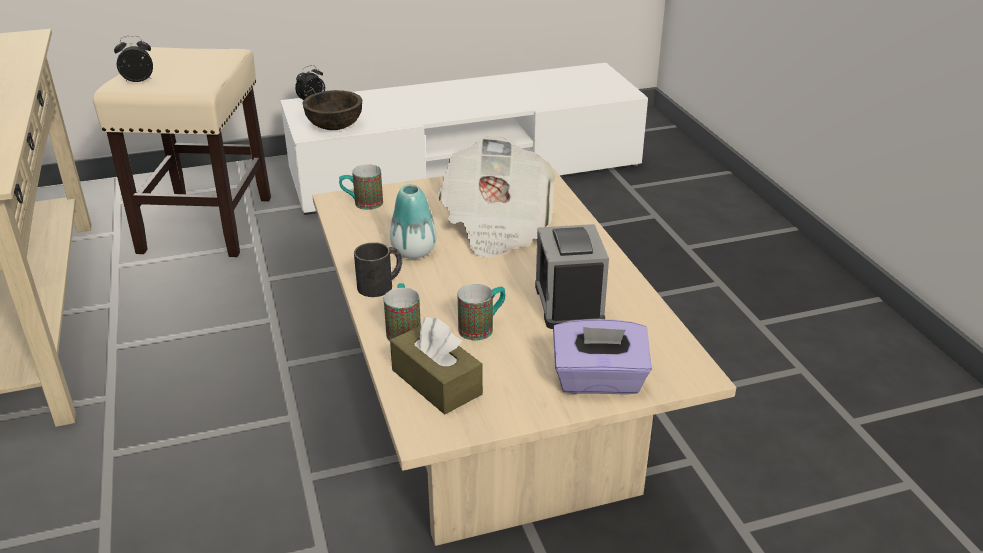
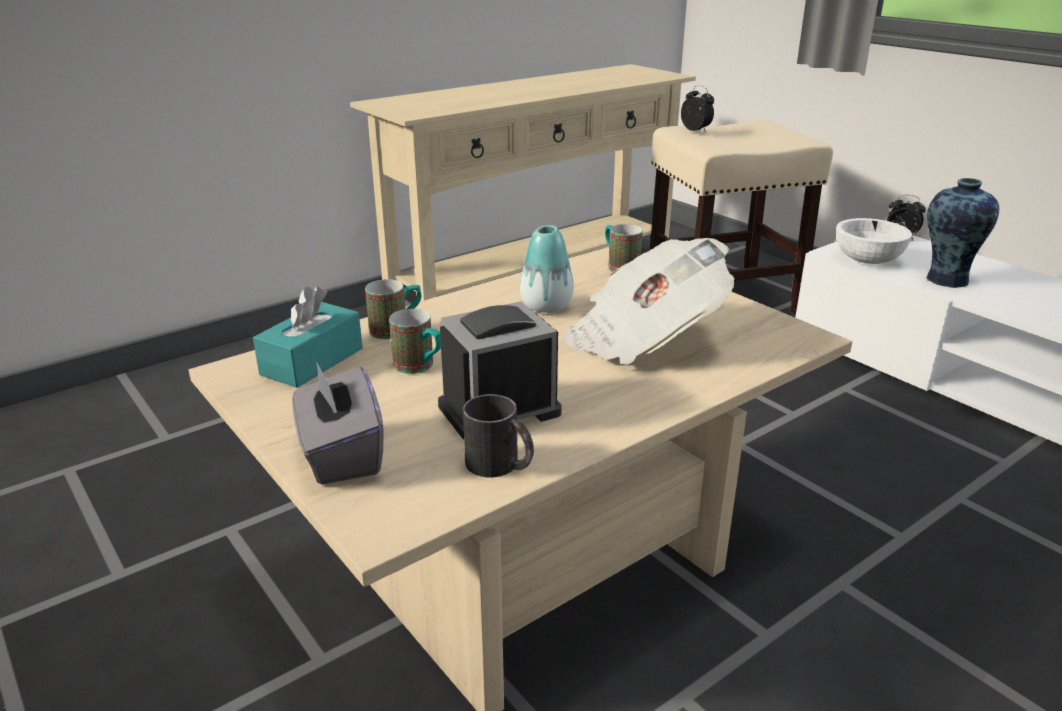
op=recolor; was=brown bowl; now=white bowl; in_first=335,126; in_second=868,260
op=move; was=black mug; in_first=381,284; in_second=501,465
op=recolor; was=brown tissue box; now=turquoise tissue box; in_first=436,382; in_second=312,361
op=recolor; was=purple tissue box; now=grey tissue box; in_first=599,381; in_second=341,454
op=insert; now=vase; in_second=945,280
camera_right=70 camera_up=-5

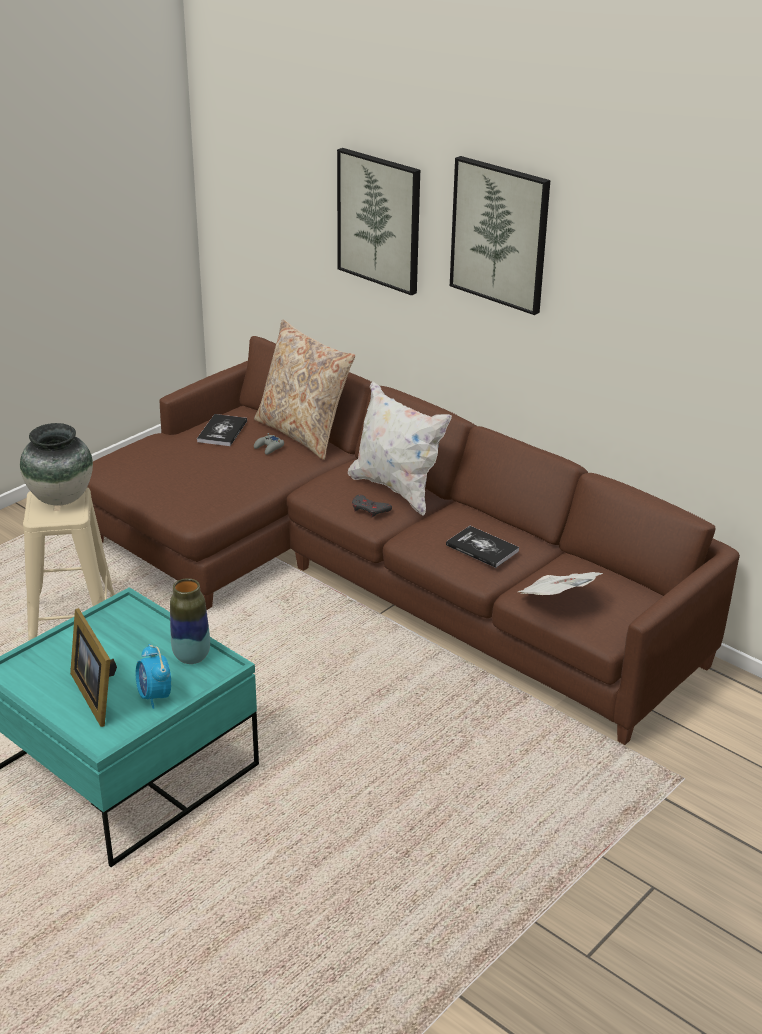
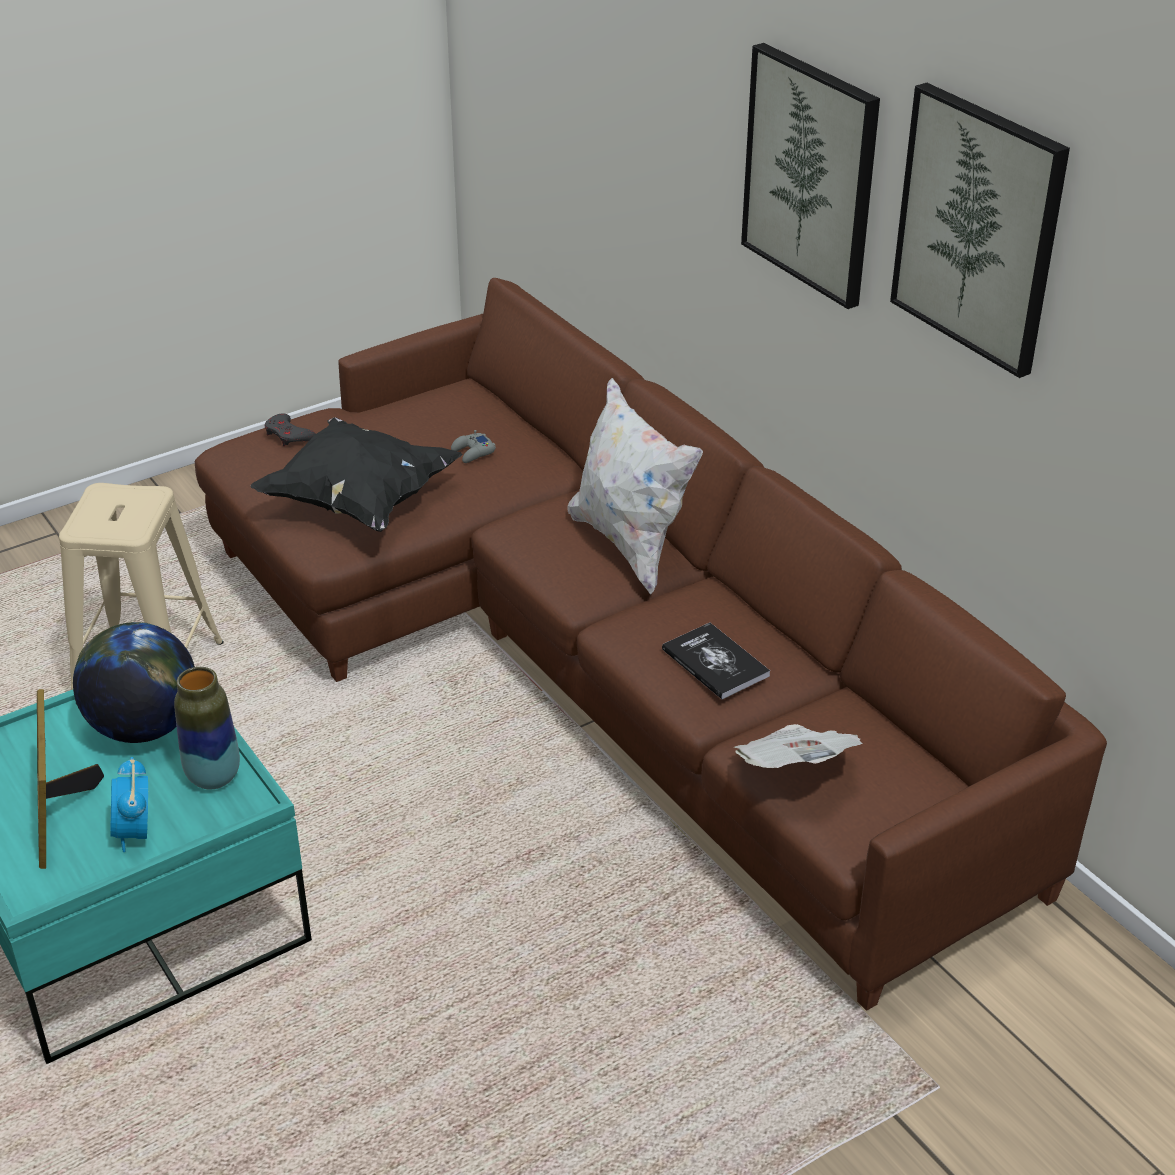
op=move; was=picture; in_first=380,220; in_second=979,228
op=delete; was=beige pillow; in_first=303,433
op=delete; was=book; in_first=222,431
op=delete; was=vase; in_first=61,498
op=move; was=grey game controller; in_first=370,509; in_second=288,435
op=insert; now=black pillow; in_second=359,501
op=insert; now=globe; in_second=144,728
camera_right=15 camera_up=5

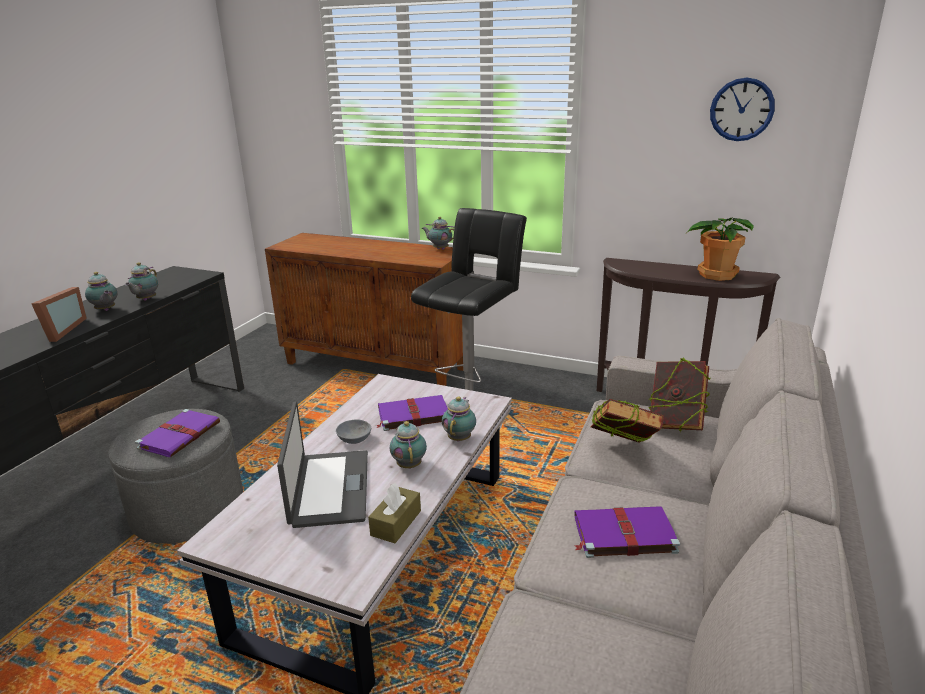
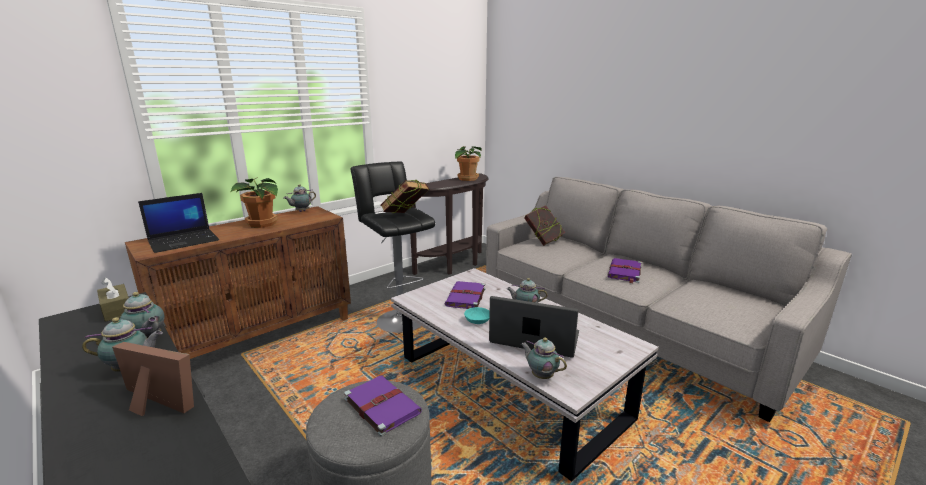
op=delete; was=wall clock; in_first=741,109
op=move; was=teapot; in_first=460,438; in_second=541,375
op=move; was=book; in_first=622,452; in_second=405,217
op=recolor; was=grey bowl; now=turquoise bowl; in_first=353,438; in_second=477,321
op=move; was=brown tissue box; in_first=396,523; in_second=117,310
op=insert; now=potted plant; in_second=262,224
op=insert; now=laptop; in_second=184,241
camera_right=-65 camera_up=-5

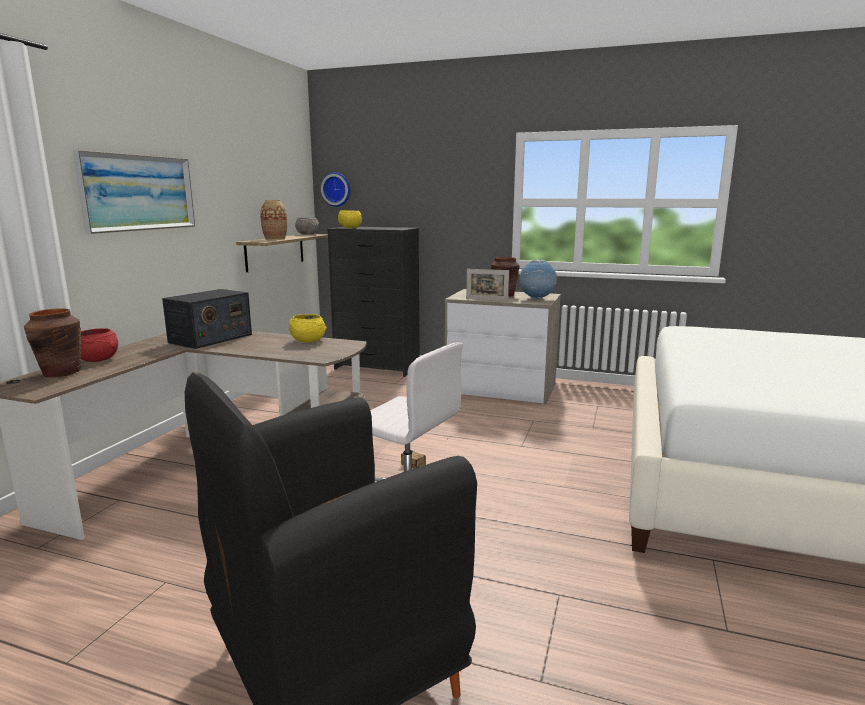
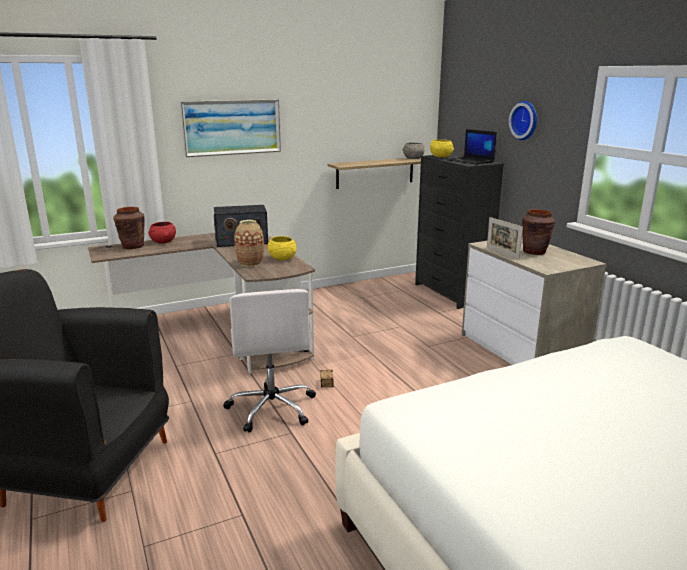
op=move; was=wall clock; in_first=337,189; in_second=525,120
op=move; was=vase; in_first=275,239; in_second=250,263
op=delete; was=globe; in_first=537,299
op=insert; now=laptop; in_second=471,161
camera_right=45 camera_up=5

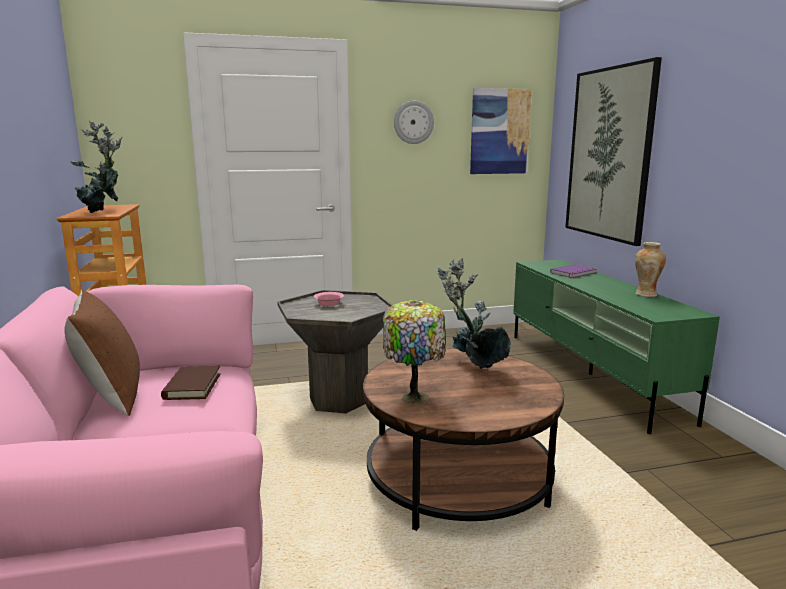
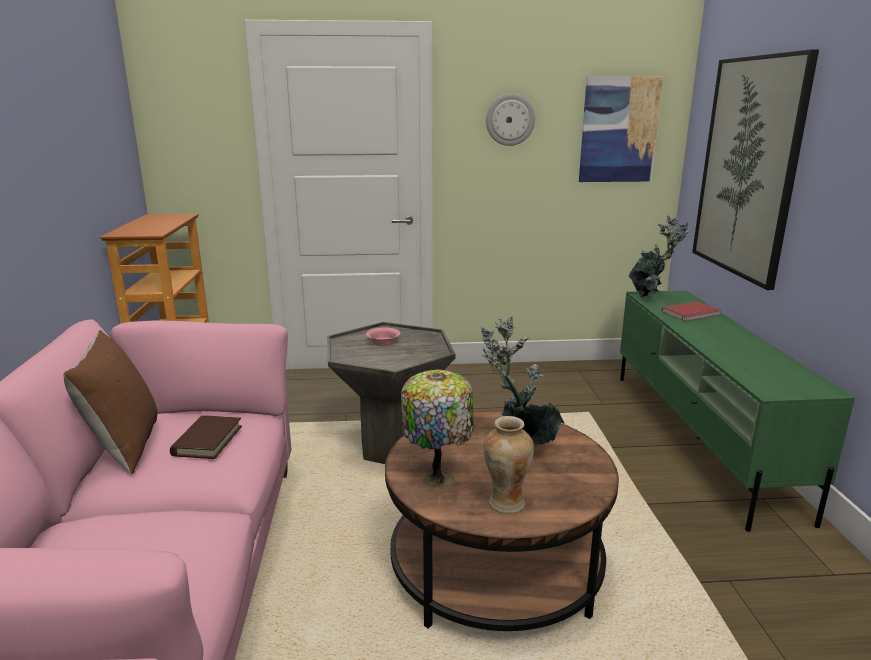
op=move; was=potted plant; in_first=103,212; in_second=650,297
op=move; was=vase; in_first=645,294; in_second=505,504
op=recolor; was=purple book; now=red book; in_first=574,273; in_second=692,314
camera_right=10 camera_up=5

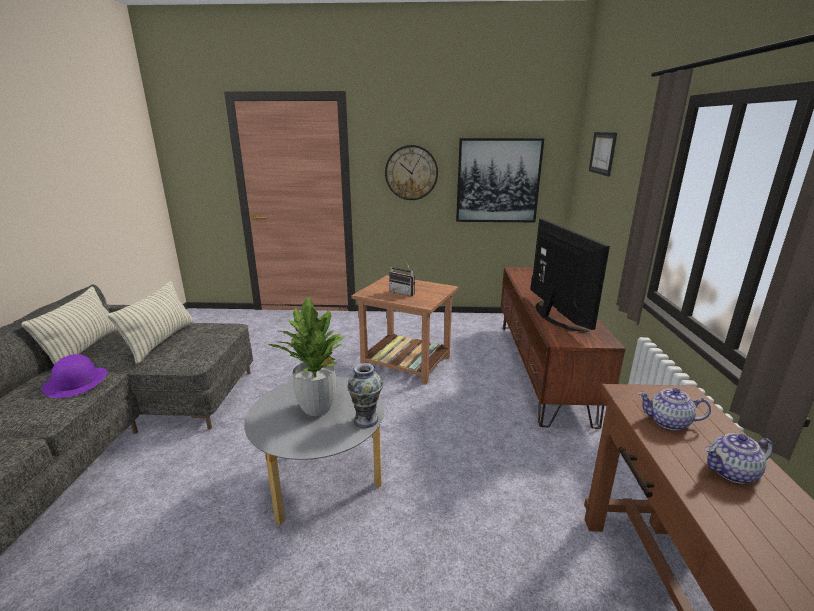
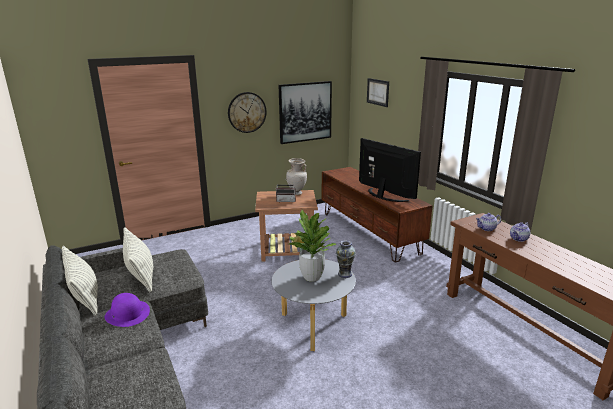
op=insert; now=beige vase; in_second=296,193
camera_right=-30 camera_up=0

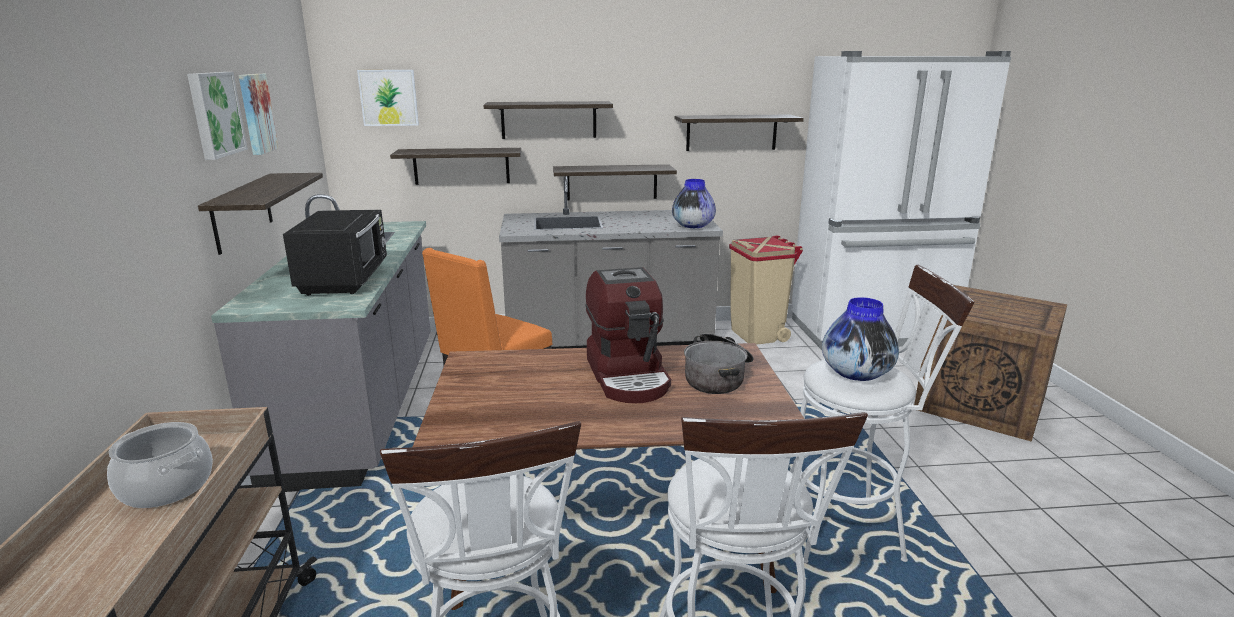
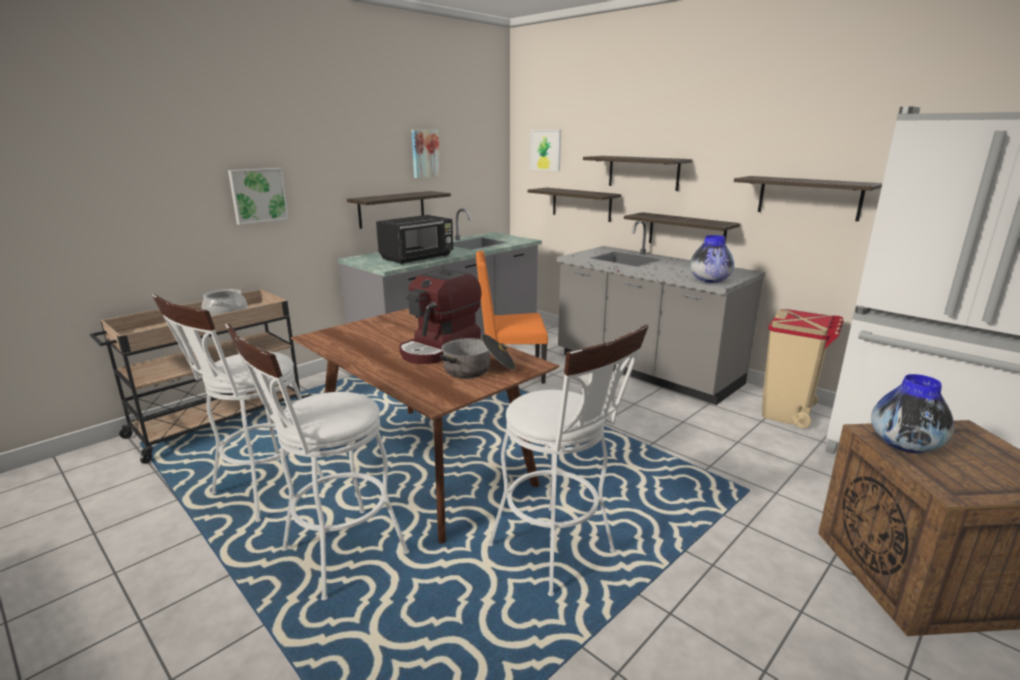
op=move; was=picture; in_first=214,114; in_second=258,195
op=move; was=vase; in_first=856,374; in_second=904,445
camera_right=50 camera_up=0

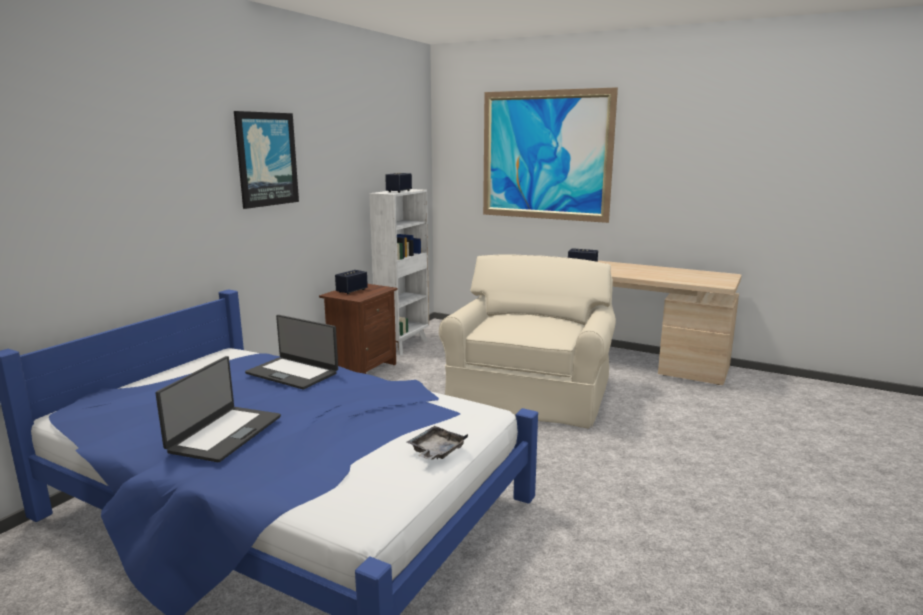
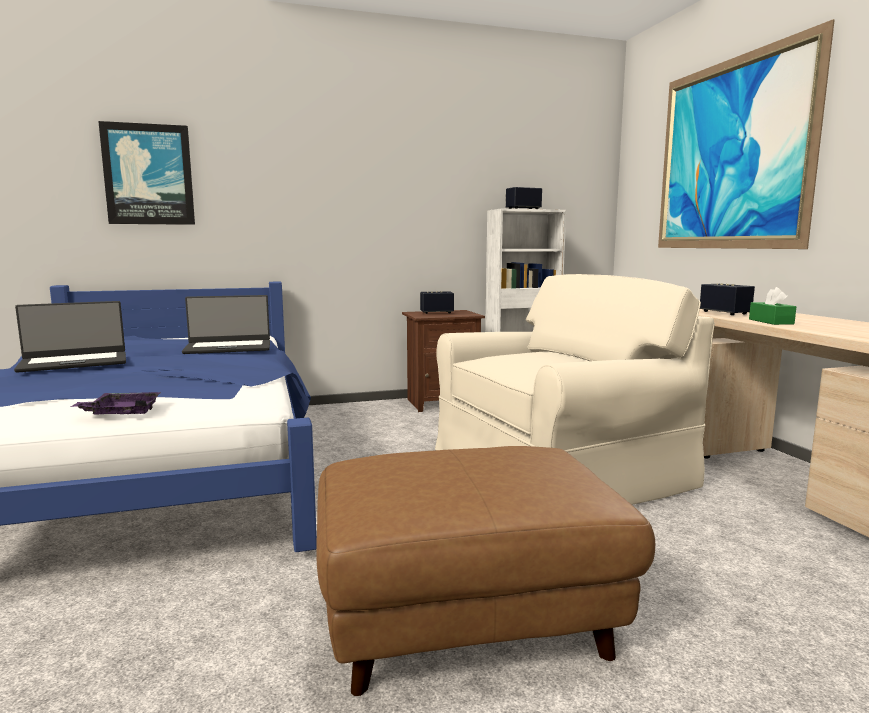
op=move; was=picture; in_first=266,159; in_second=148,175
op=rotate; was=laptop; in_first=293,373; in_second=228,347; clockwise=-90
op=recolor; was=grey tray; now=purple tray; in_first=436,451; in_second=122,412
op=insert; now=green tissue box; in_second=770,321
op=insert; now=brown ottoman; in_second=466,619
camera_right=45 camera_up=-5

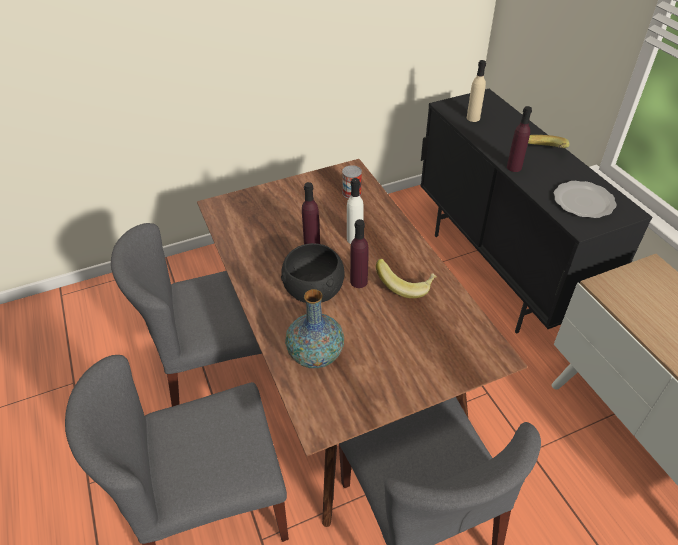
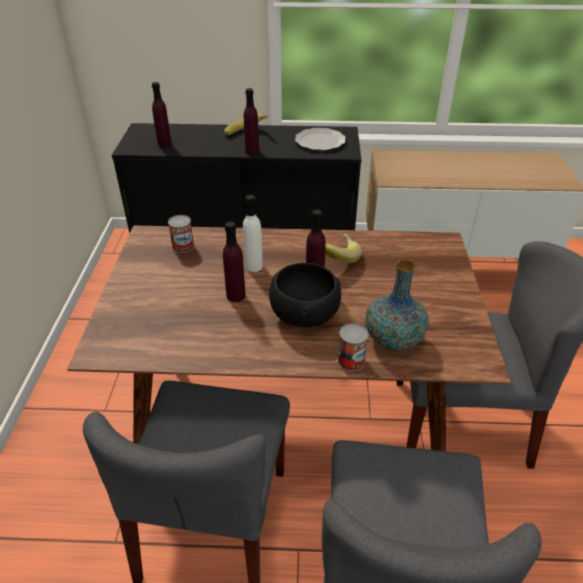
op=recolor; was=beige bottle; now=purple bottle; in_first=473,118; in_second=164,144
op=insert; now=can; in_second=351,360
camera_right=-65 camera_up=-5

